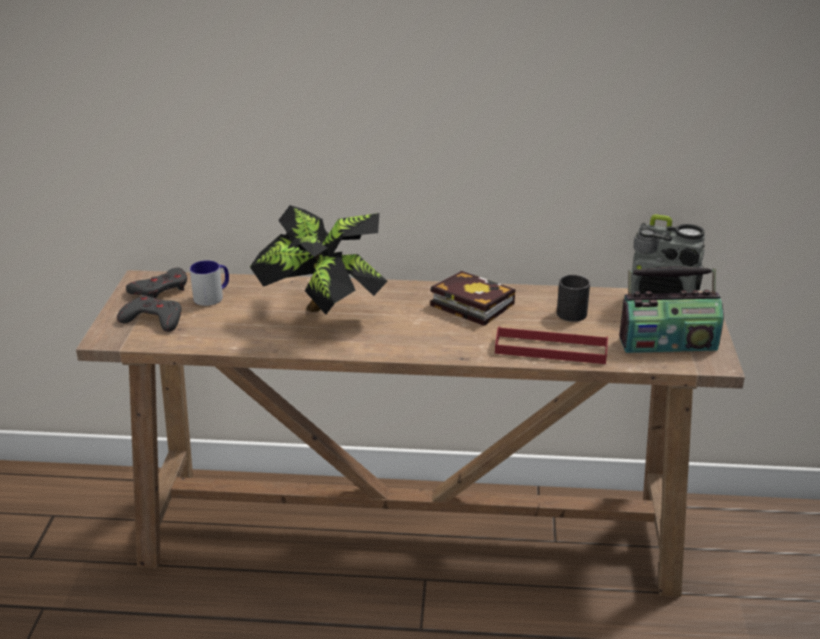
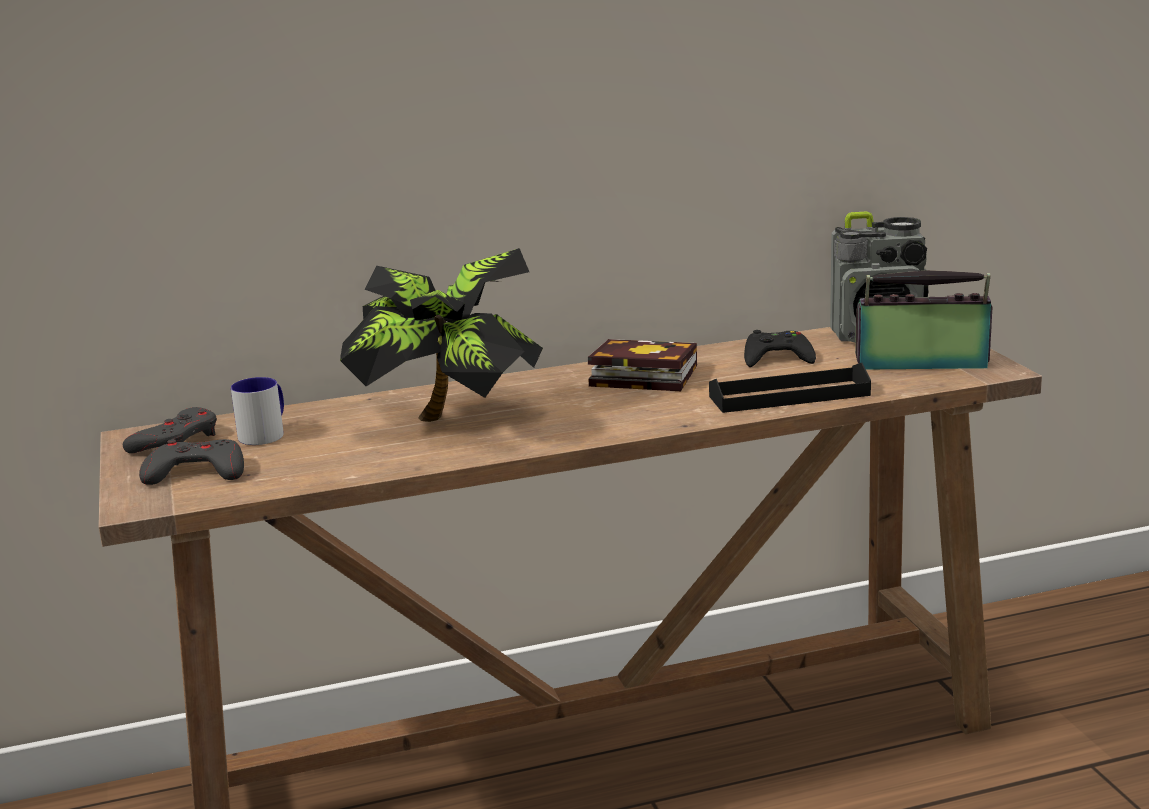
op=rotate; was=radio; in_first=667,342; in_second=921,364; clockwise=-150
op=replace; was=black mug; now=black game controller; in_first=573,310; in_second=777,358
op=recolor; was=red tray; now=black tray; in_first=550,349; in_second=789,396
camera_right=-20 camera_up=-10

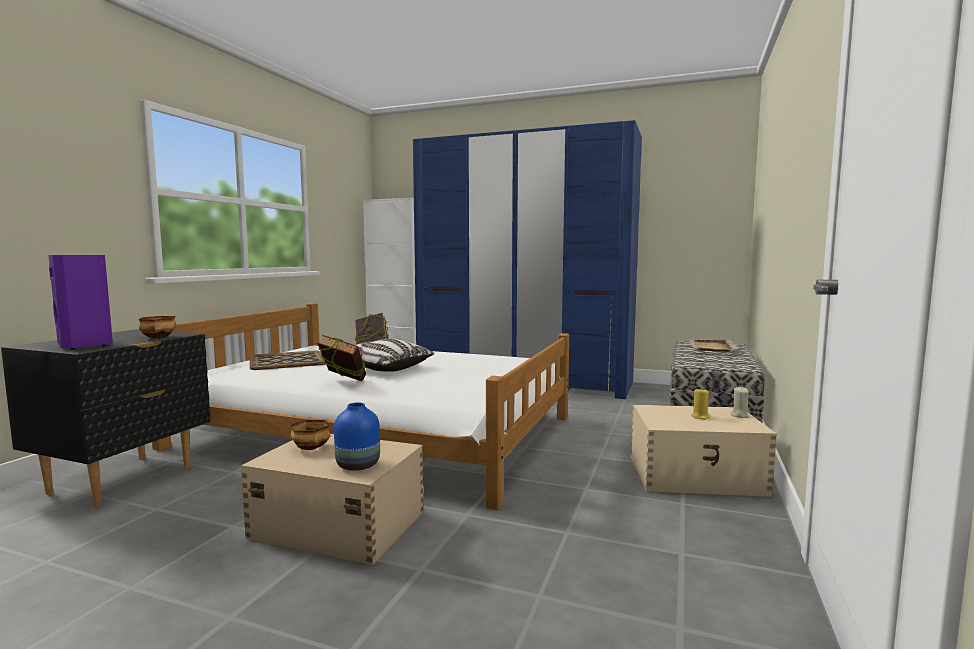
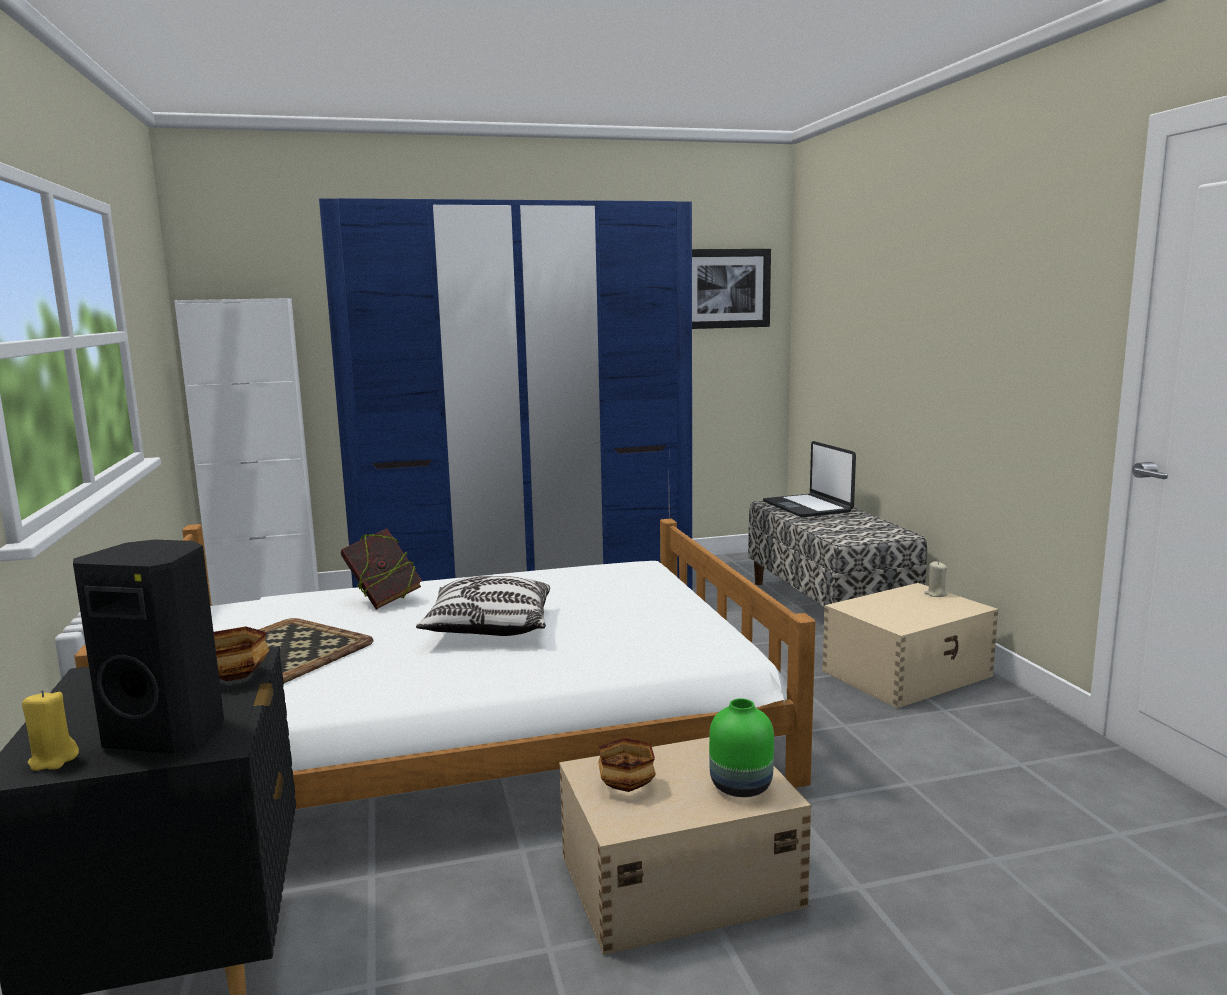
op=recolor; was=purple speaker; now=black speaker; in_first=86,345; in_second=169,734
op=delete; was=book; in_first=343,384
op=replace; was=beige tray; now=laptop; in_first=712,347; in_second=808,507
op=move; was=yellow candle; in_first=700,417; in_second=53,760
op=recolor; was=blue vase; now=green vase; in_first=359,465; in_second=742,785
op=insert; now=picture; in_second=725,288
camera_right=-35 camera_up=5

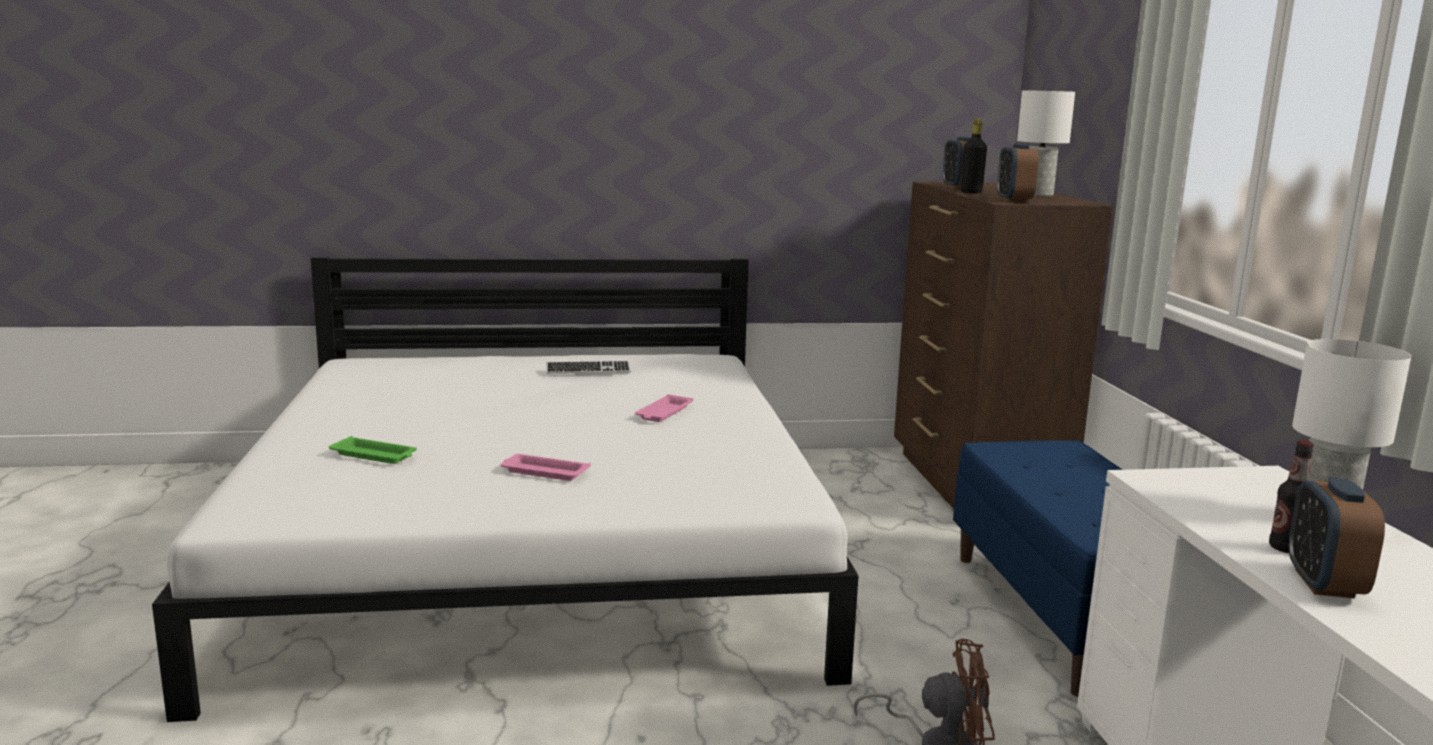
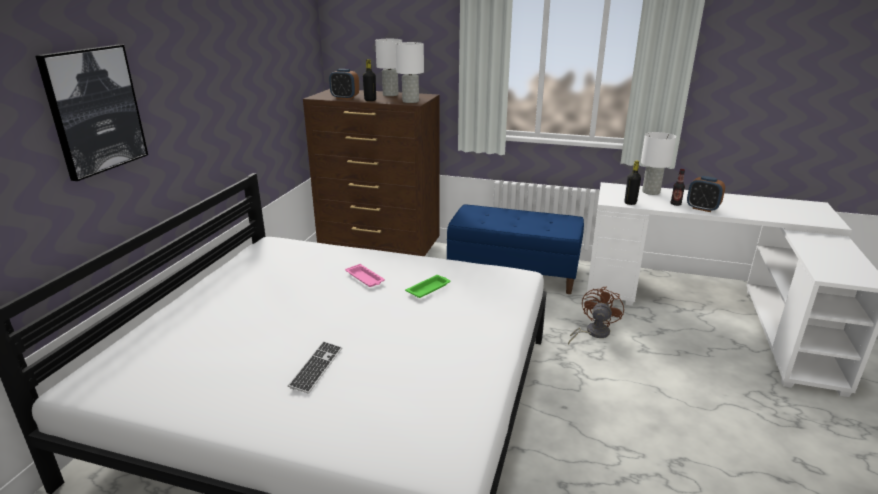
op=replace; was=alarm clock; now=white table lamp; in_first=1014,200; in_second=411,101
op=move; was=keyboard; in_first=588,370; in_second=316,368
op=move; was=green tray; in_first=375,455; in_second=429,289
op=delete; was=pink tray; in_first=543,472
op=insert; now=picture; in_second=94,110
op=insert; now=black bottle; in_second=630,203
camera_right=-65 camera_up=10

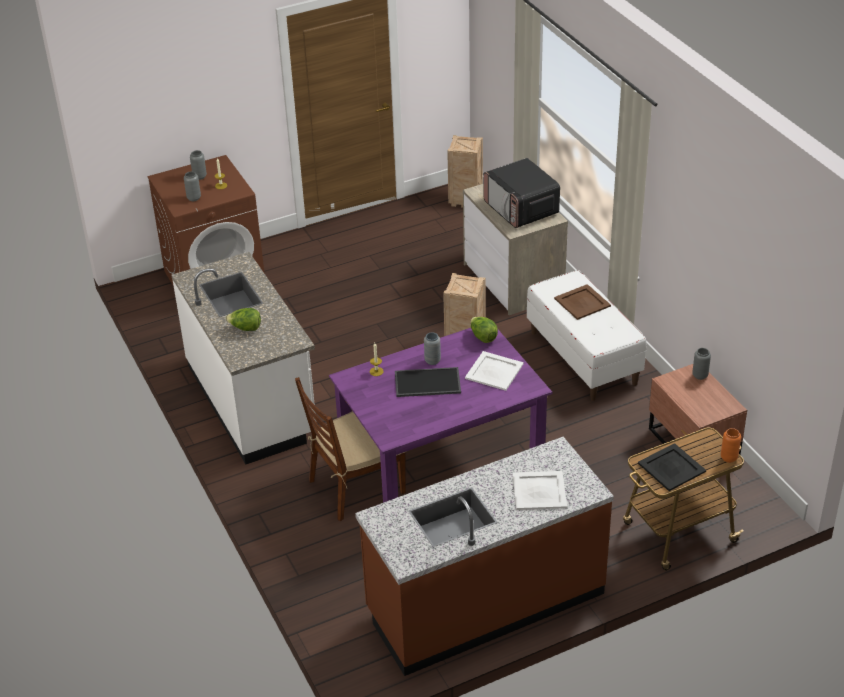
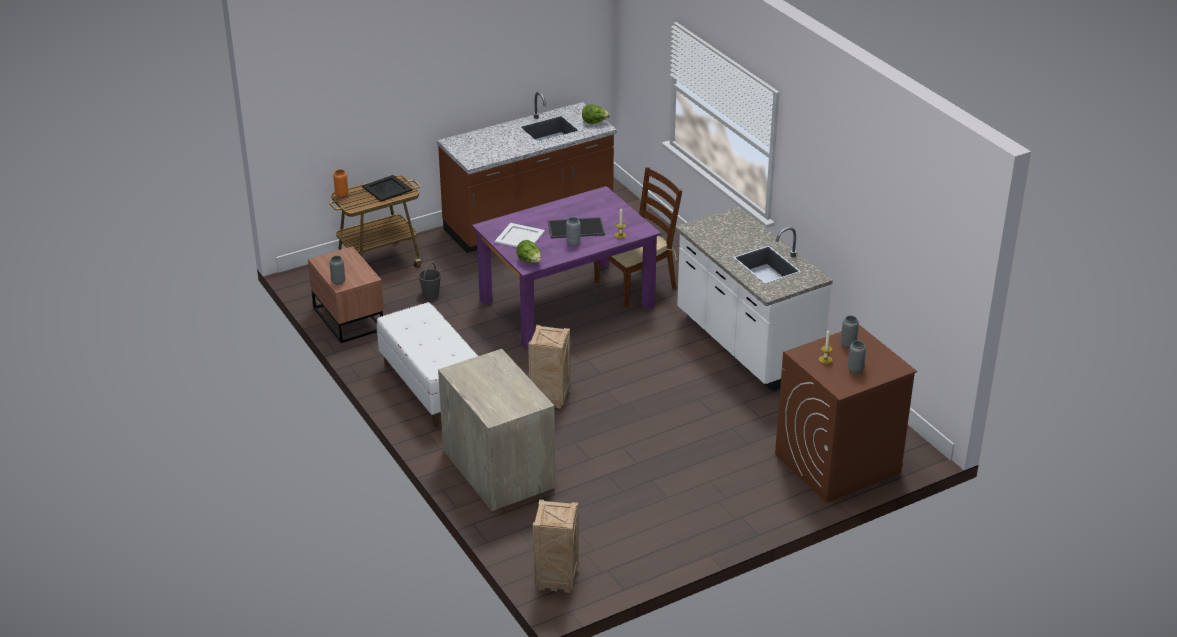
op=delete; was=microwave; in_first=521,209
op=delete; was=brown tray; in_first=581,302
op=move; was=lettuce; in_first=245,328; in_second=594,122
op=delete; was=white tray; in_first=540,491
op=insert; now=grey bucket; in_second=430,293
camera_right=175 camera_up=-5

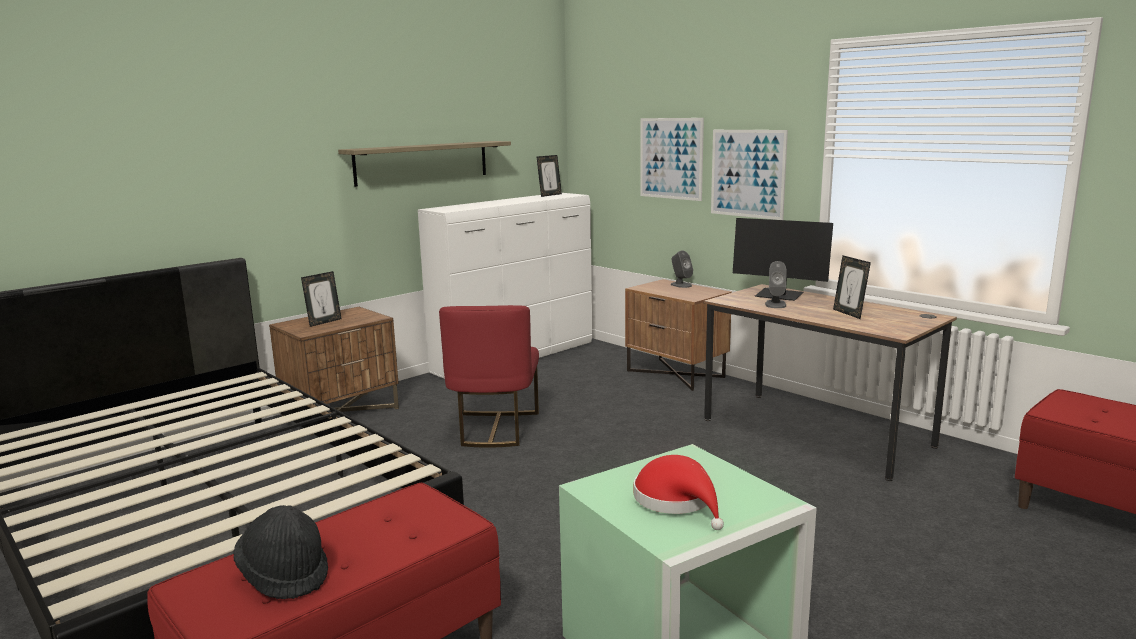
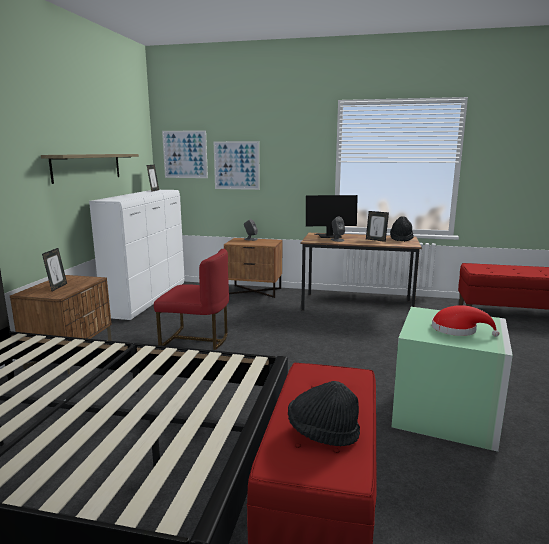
op=move; was=picture; in_first=747,173; in_second=185,154
op=rotate; was=red chair; in_first=494,429; in_second=196,340; clockwise=-45
op=insert; now=black hat; in_second=401,239
camera_right=-35 camera_up=0

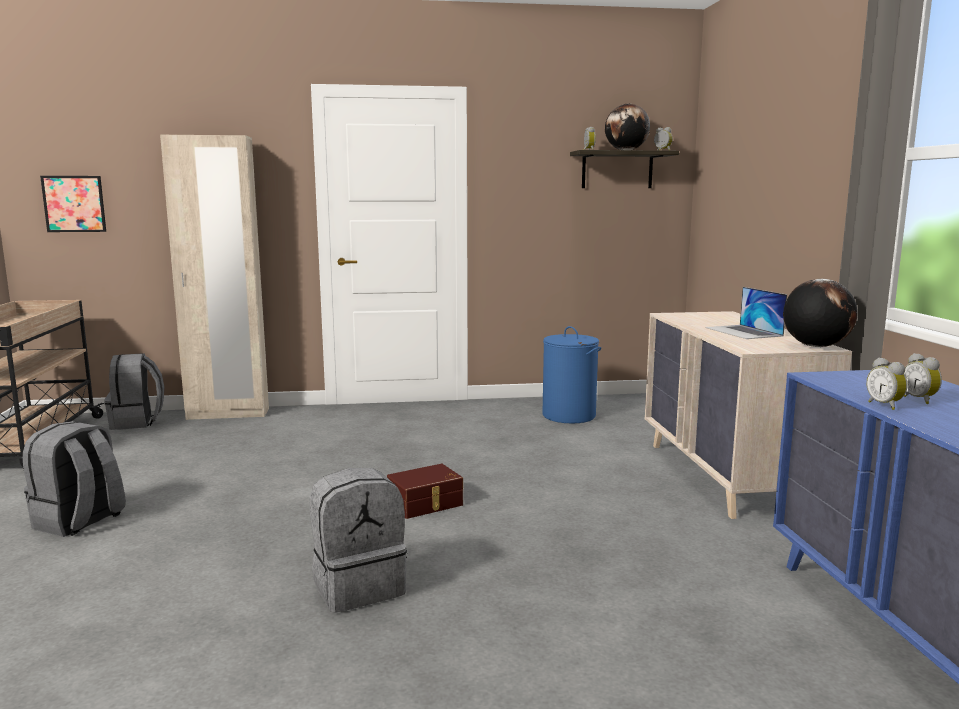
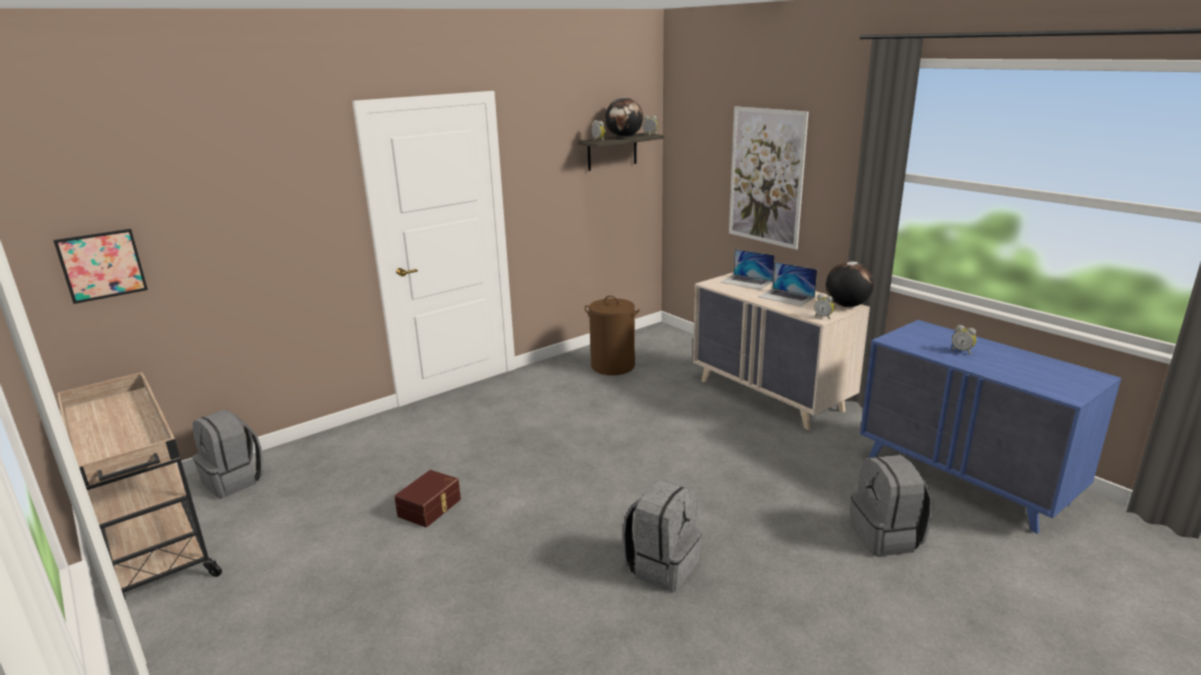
op=delete; was=beige wardrobe; in_first=228,414
op=recolor; was=blue laundry basket; now=brown laundry basket; in_first=569,415; in_second=613,366
op=move; was=alarm clock; in_first=885,405; in_second=823,317
op=move; was=grey backpack; in_first=79,521; in_second=886,537
op=move; was=brown storage box; in_first=426,504; in_second=431,508
op=insert; now=picture; in_second=766,177
op=insert; now=laptop; in_second=747,282
camera_right=-30 camera_up=10

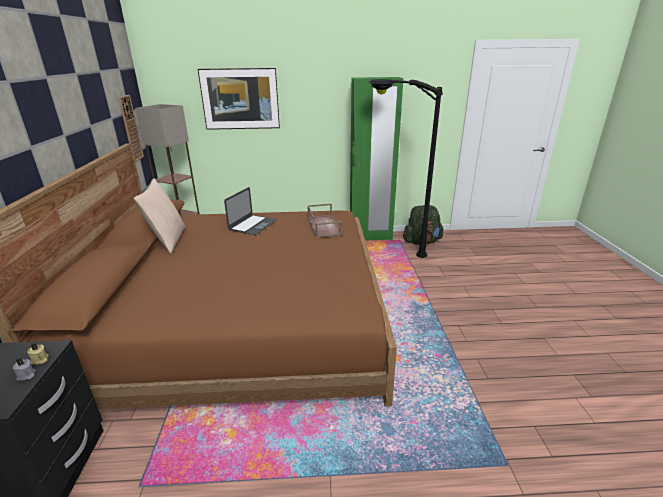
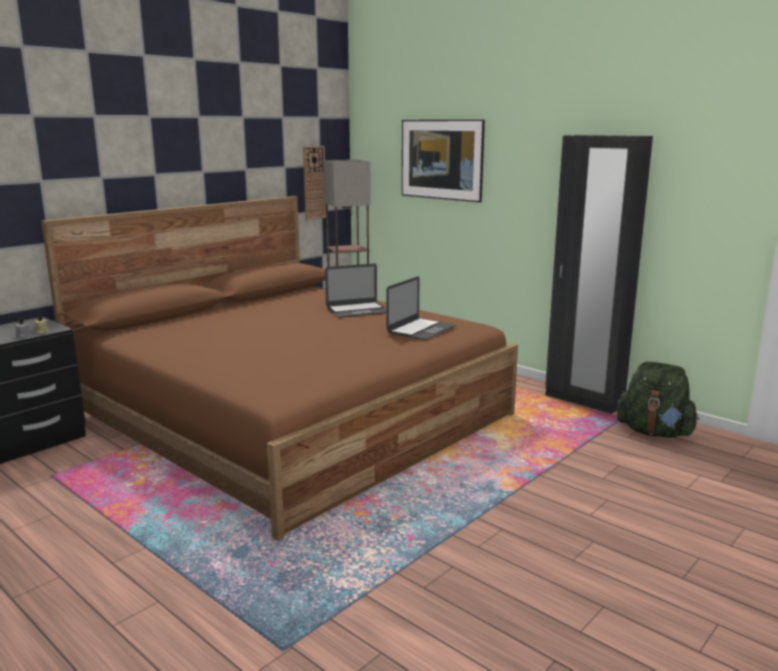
op=recolor; was=green wardrobe; now=black wardrobe; in_first=370,237; in_second=583,400
op=delete; was=black floor lamp; in_first=387,253
op=delete; was=beige pillow; in_first=168,240
op=replace; was=brown tray; now=laptop; in_first=323,226; in_second=421,329
camera_right=45 camera_up=-10

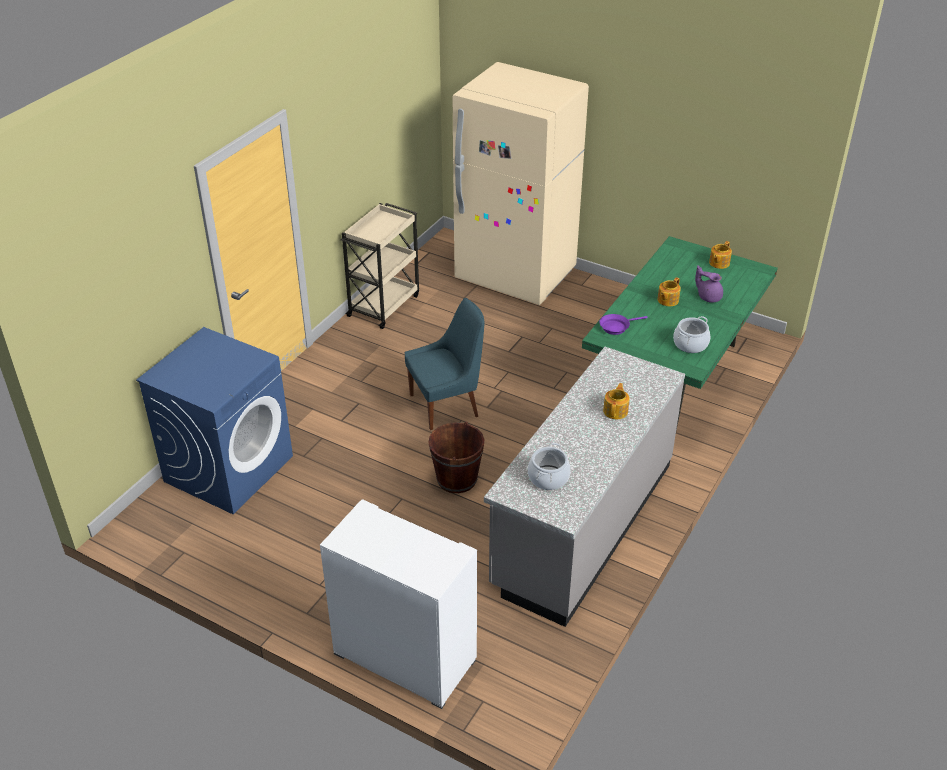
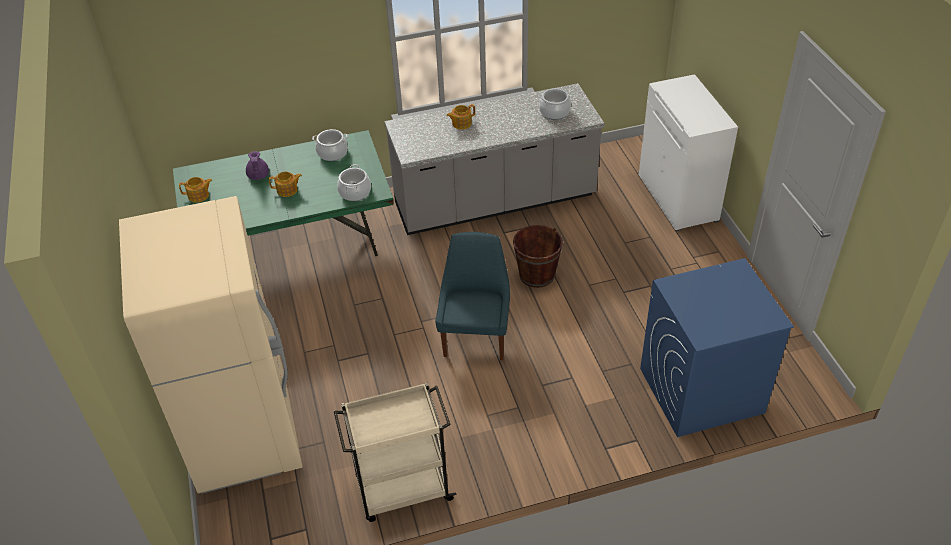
op=rotate; was=blue chair; in_first=447,405; in_second=476,336; clockwise=75
op=replace; was=purple frying pan; now=cooking pot; in_first=616,327; in_second=355,192
camera_right=-135 camera_up=5

